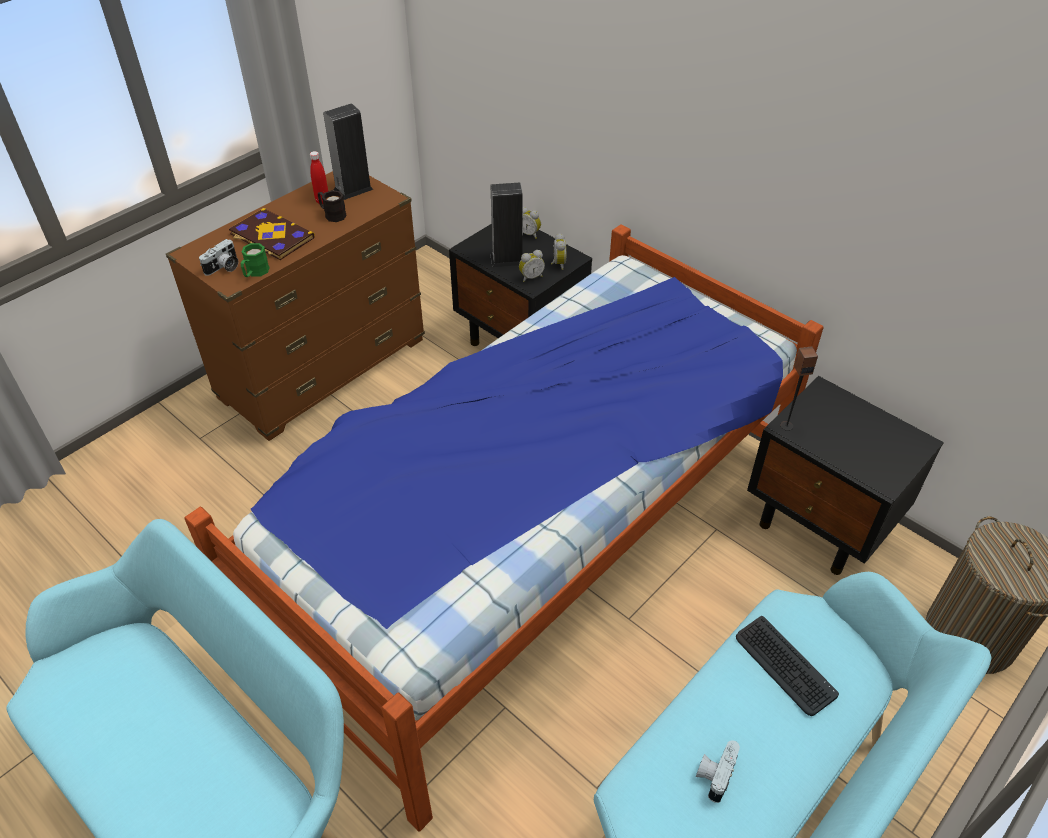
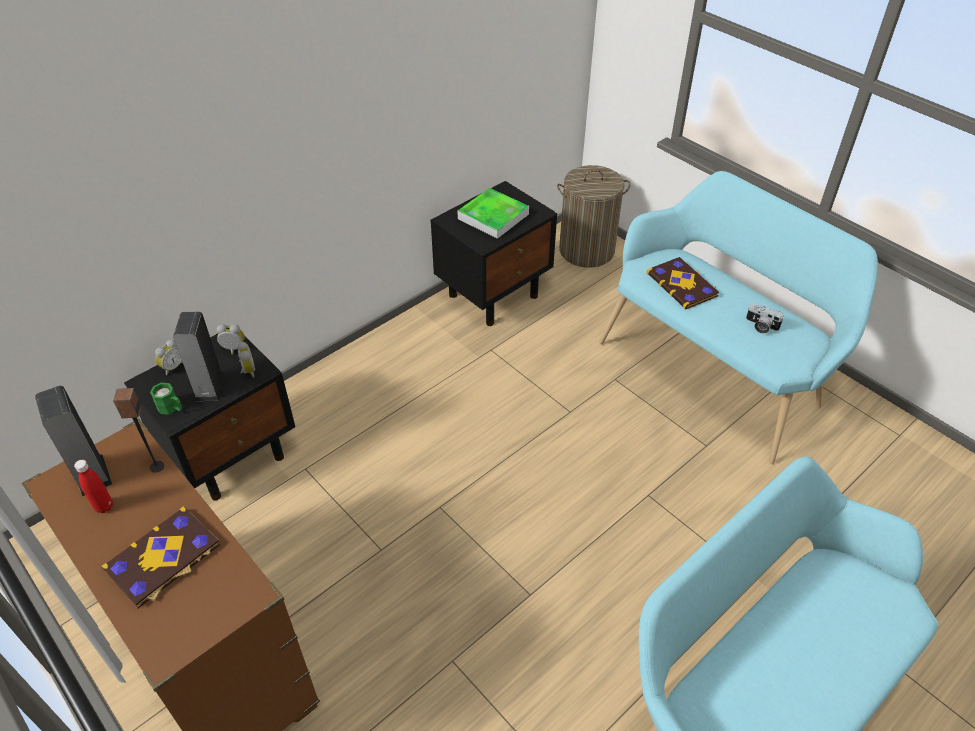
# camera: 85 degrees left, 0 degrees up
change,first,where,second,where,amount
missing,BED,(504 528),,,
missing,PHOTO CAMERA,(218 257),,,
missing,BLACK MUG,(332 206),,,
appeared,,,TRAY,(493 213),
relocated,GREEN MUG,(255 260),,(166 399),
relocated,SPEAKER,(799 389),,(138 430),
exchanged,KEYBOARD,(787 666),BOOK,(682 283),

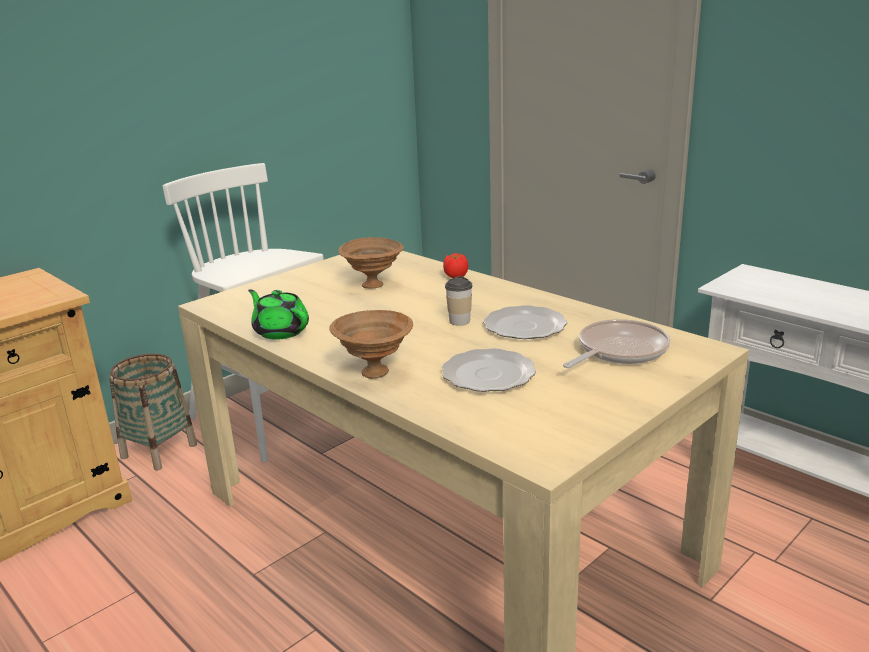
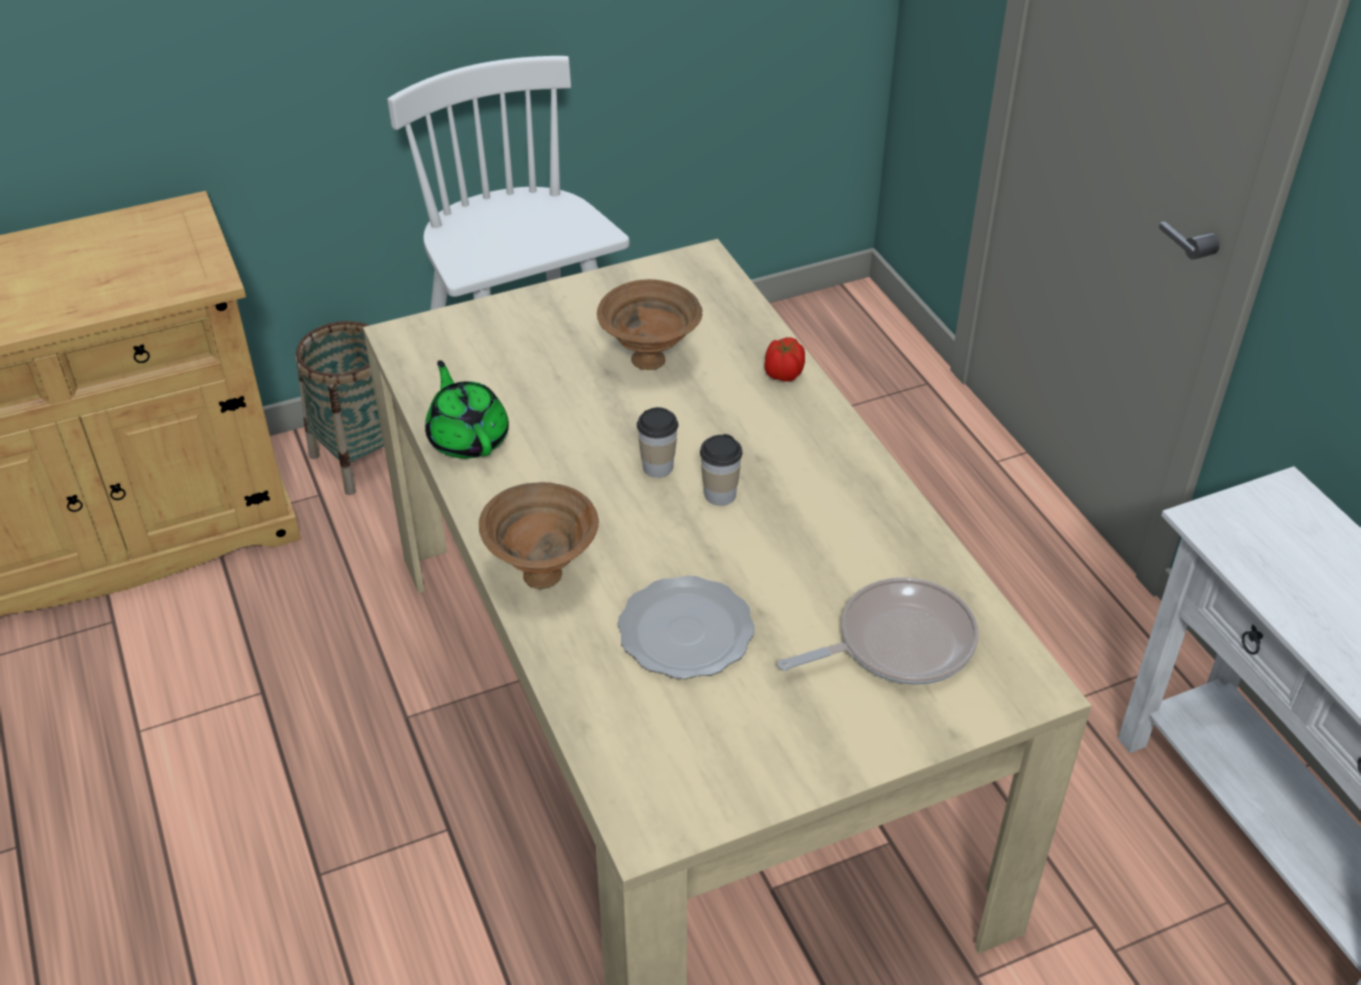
# camera: 20 degrees right, 20 degrees up
change,first,where,second,where,amount
missing,PLATE,(525 322),,,
appeared,,,CUP,(657 442),

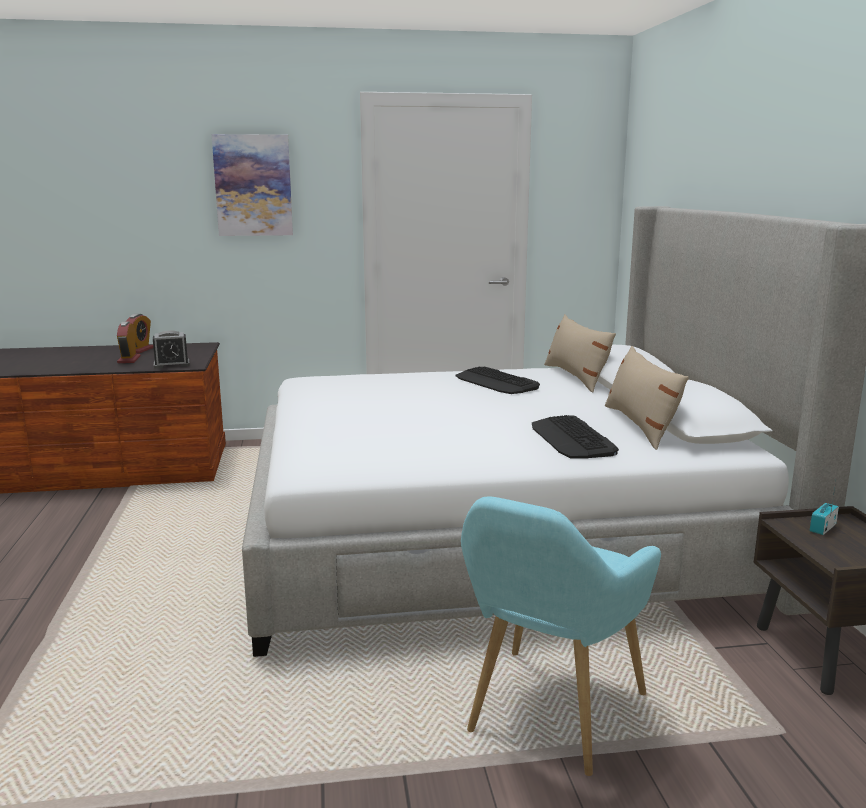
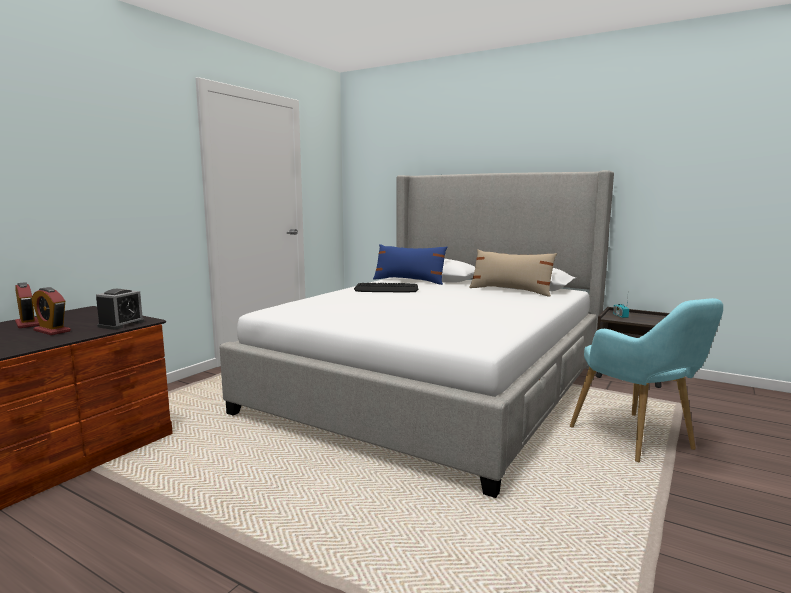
# camera: 50 degrees left, 5 degrees down
change,first,where,second,where,amount
missing,PICTURE,(252 185),,,
missing,KEYBOARD,(575 437),,,
colour,BEIGE PILLOW,(580 353),BLUE PILLOW,(410 264),

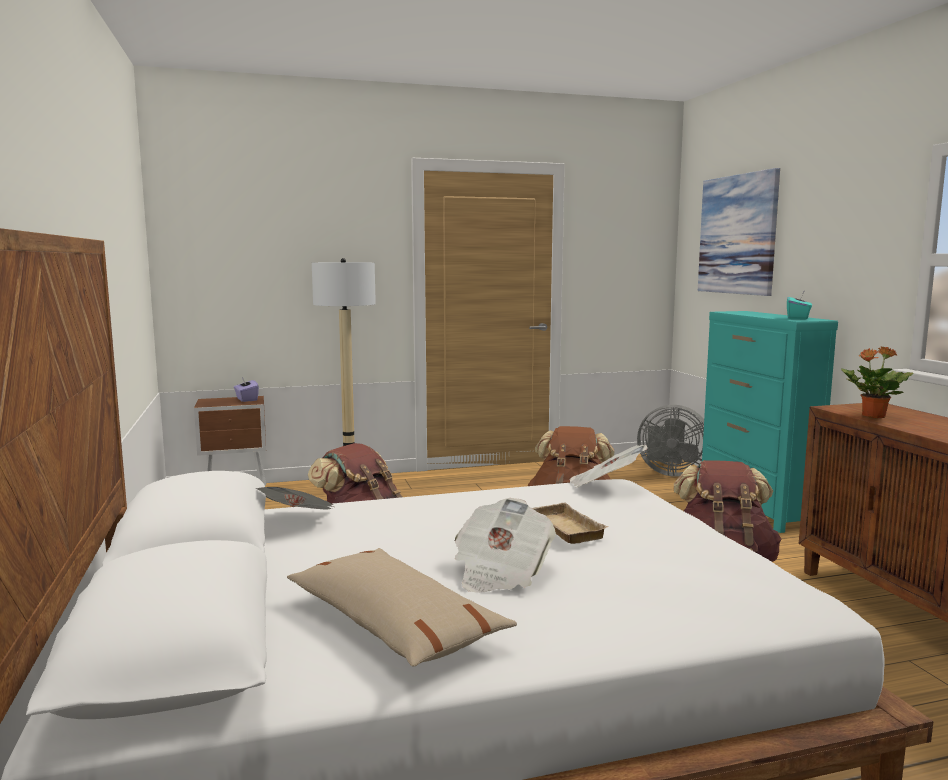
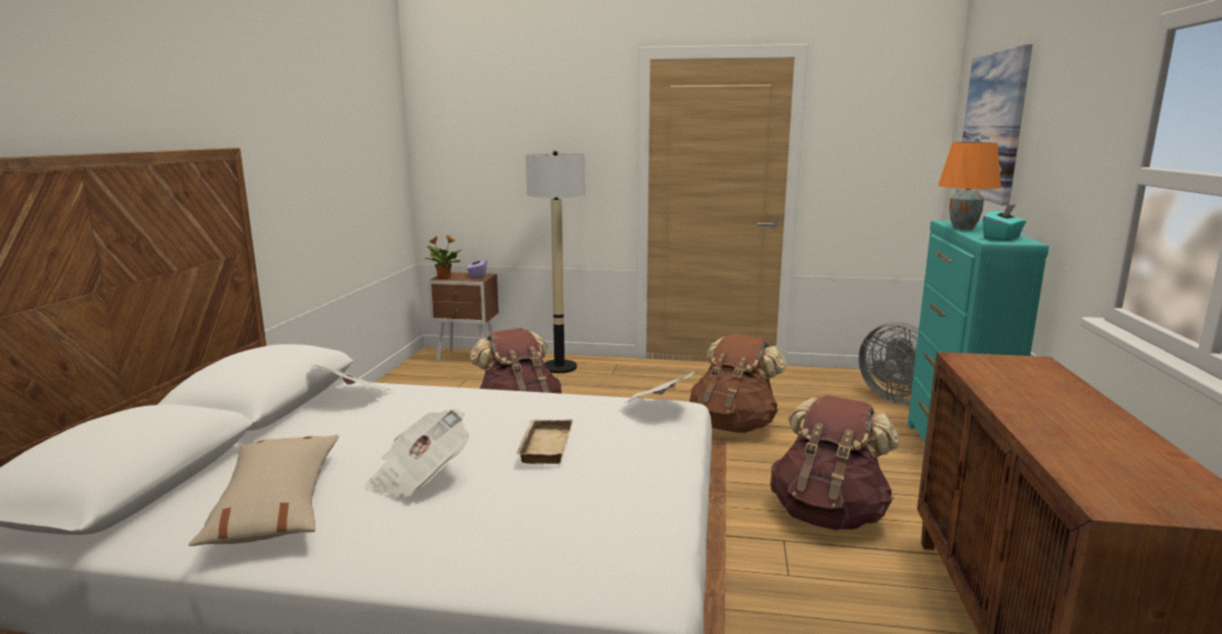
# camera: 25 degrees right, 5 degrees up
change,first,where,second,where,amount
appeared,,,ORANGE TABLE LAMP,(969 186),
relocated,POTTED PLANT,(877 382),,(443 257),

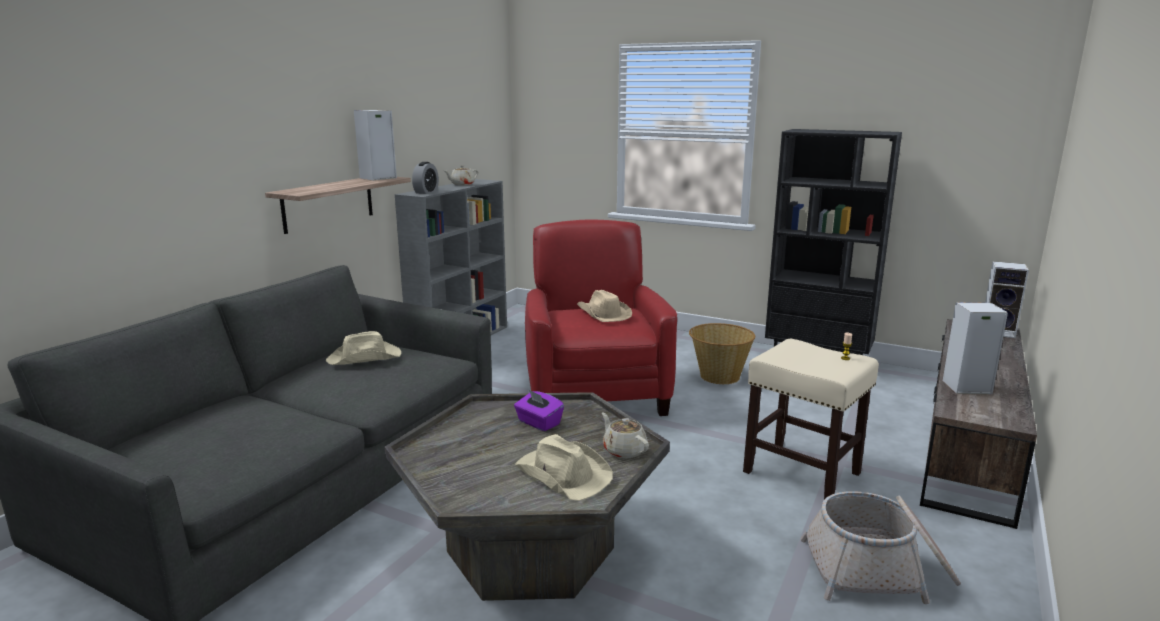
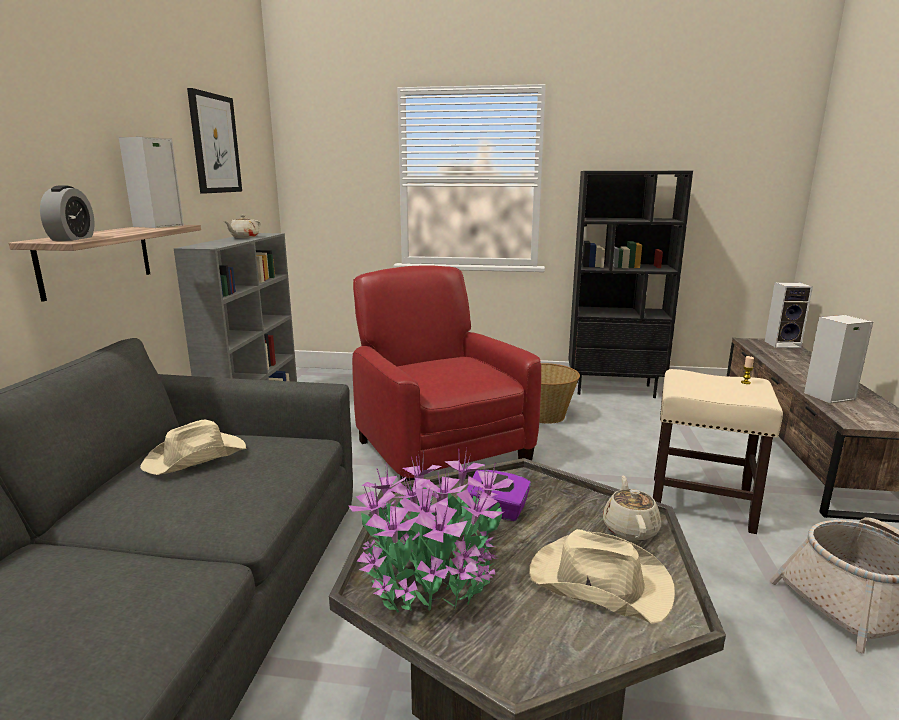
# camera: 20 degrees left, 0 degrees up
change,first,where,second,where,amount
missing,BEIGE HAT,(604 306),,,
appeared,,,PICTURE,(214 141),
appeared,,,POTTED PLANT,(430 530),
relocated,ALARM CLOCK,(425 178),,(67 213),
spun,BEIGE TEAPOT,(625 435),,(632 508),60 degrees clockwise

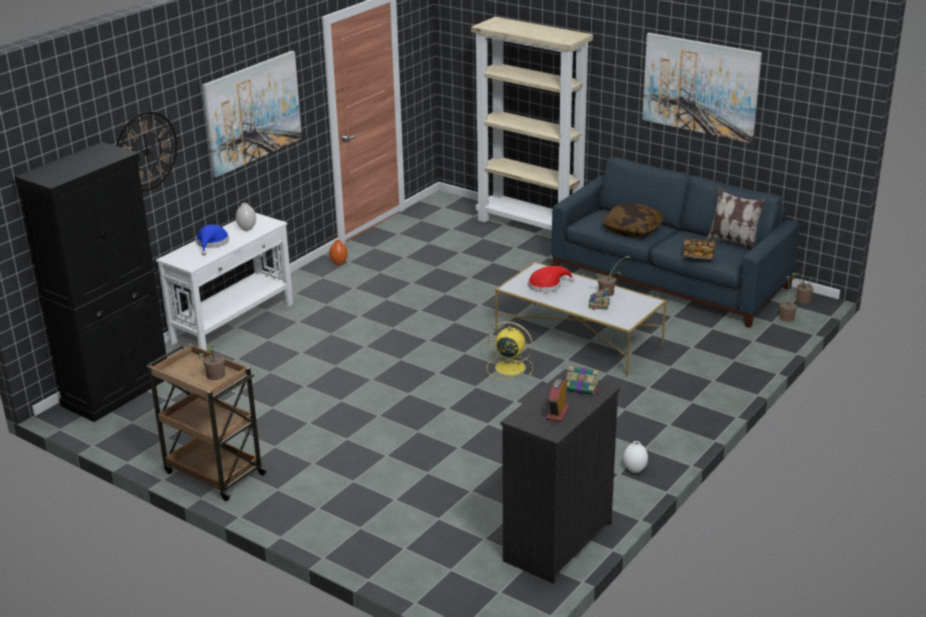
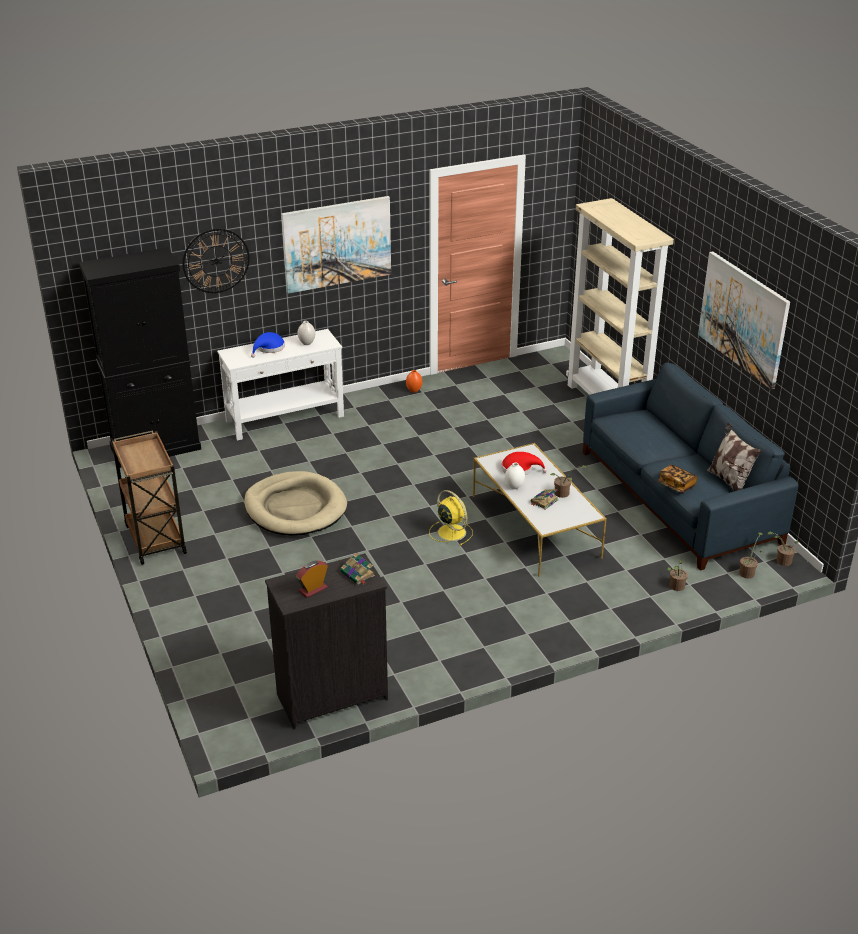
# camera: 30 degrees right, 5 degrees up
change,first,where,second,where,amount
missing,PILLOW,(633 220),,,
appeared,,,BEIGE DOG BED,(295 503),
relocated,POTTED PLANT,(212 362),,(677 576),
relocated,WHITE VASE,(635 457),,(515 476),

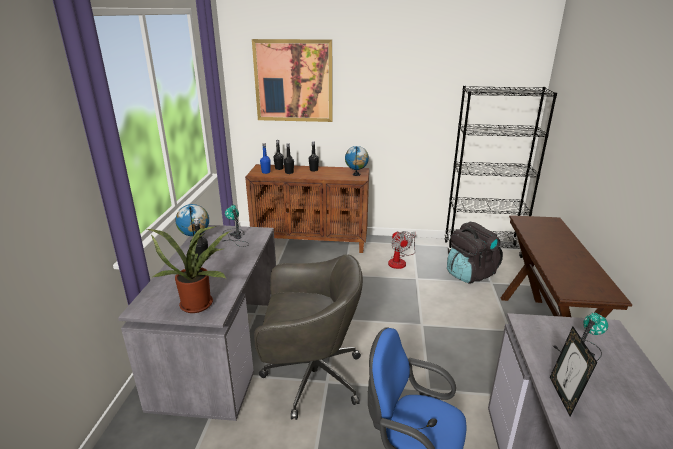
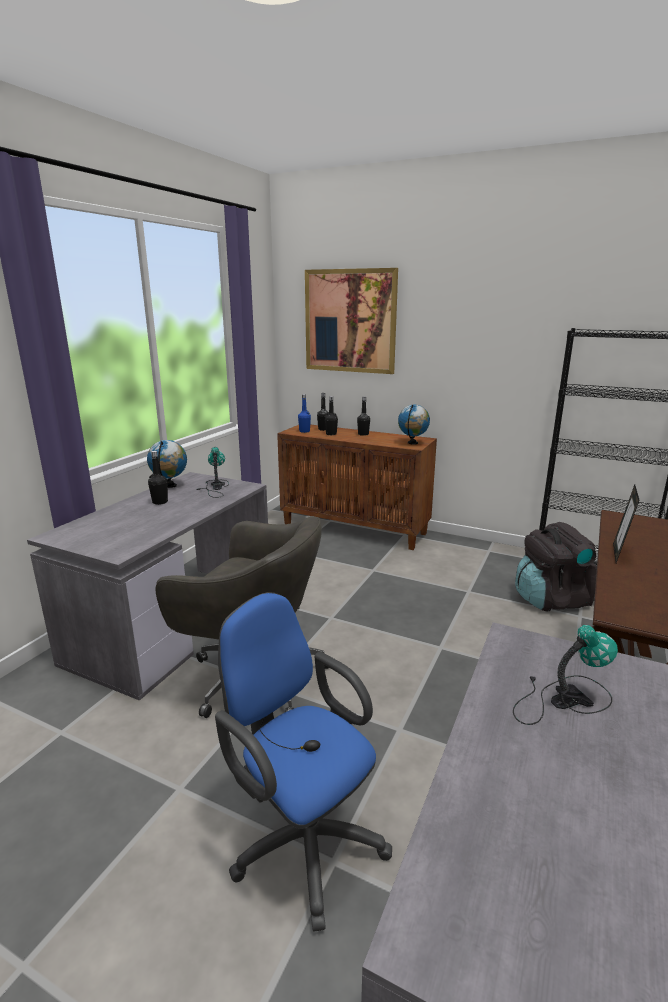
# camera: 20 degrees right, 5 degrees down
change,first,where,second,where,amount
missing,POTTED PLANT,(188 269),,,
missing,FAN,(402 250),,,
relocated,PICTURE FRAME,(573 371),,(626 523),

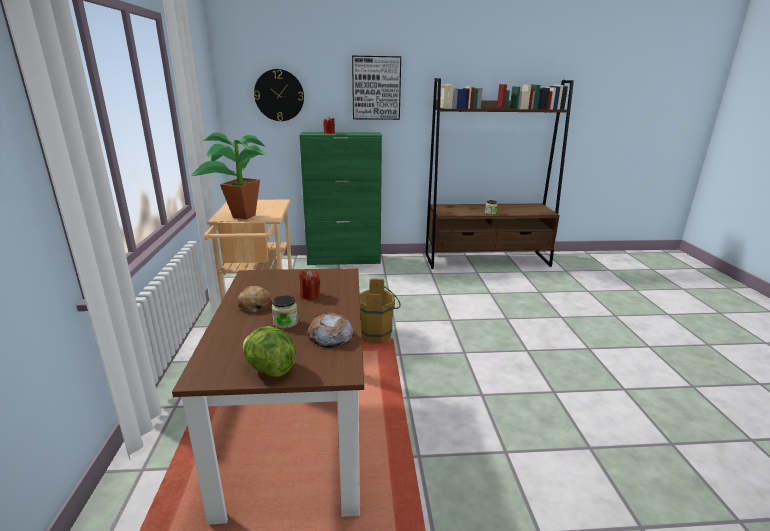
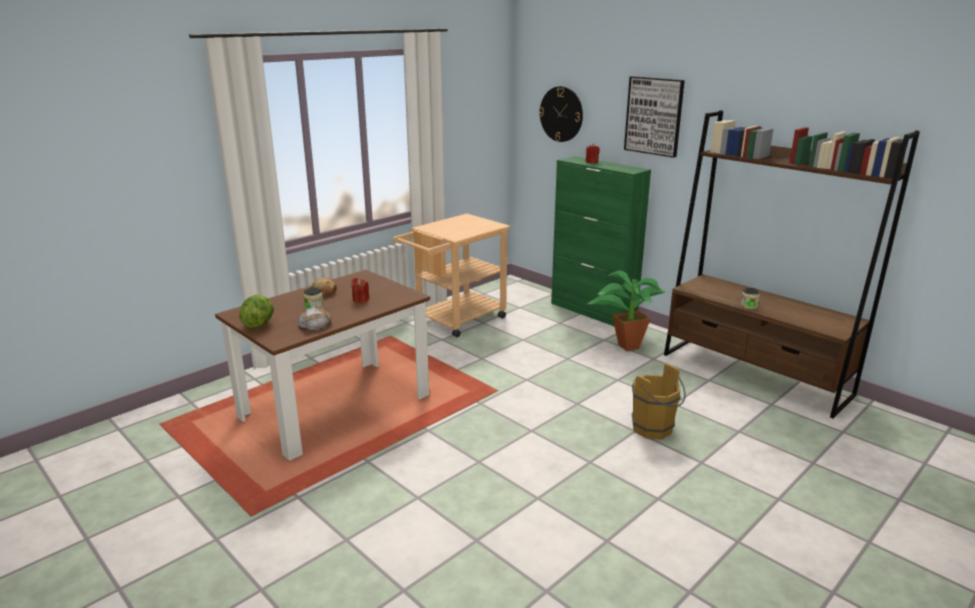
# camera: 50 degrees right, 0 degrees up
change,first,where,second,where,amount
relocated,POTTED PLANT,(228 176),,(626 310),
relocated,BROWN BUCKET,(380 310),,(659 401),

